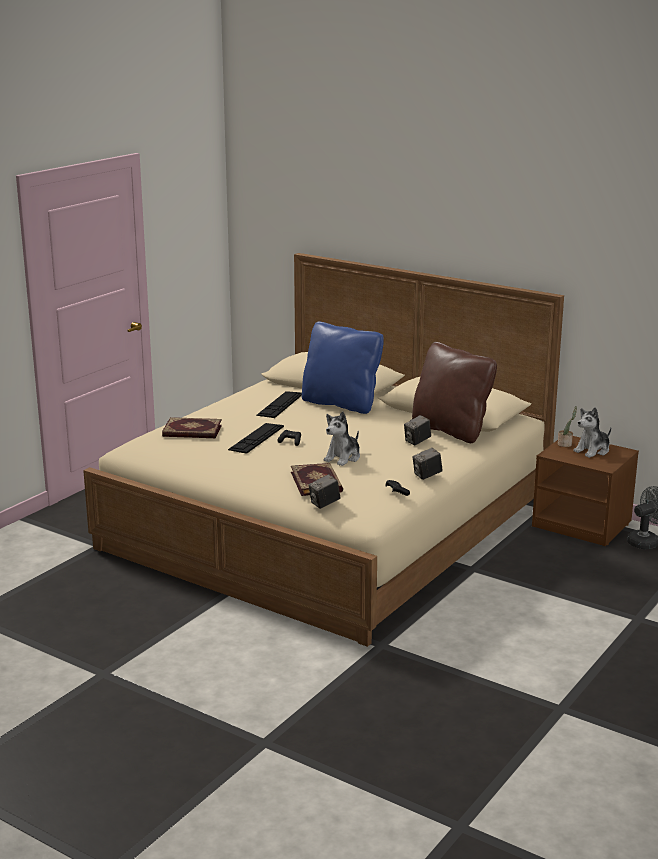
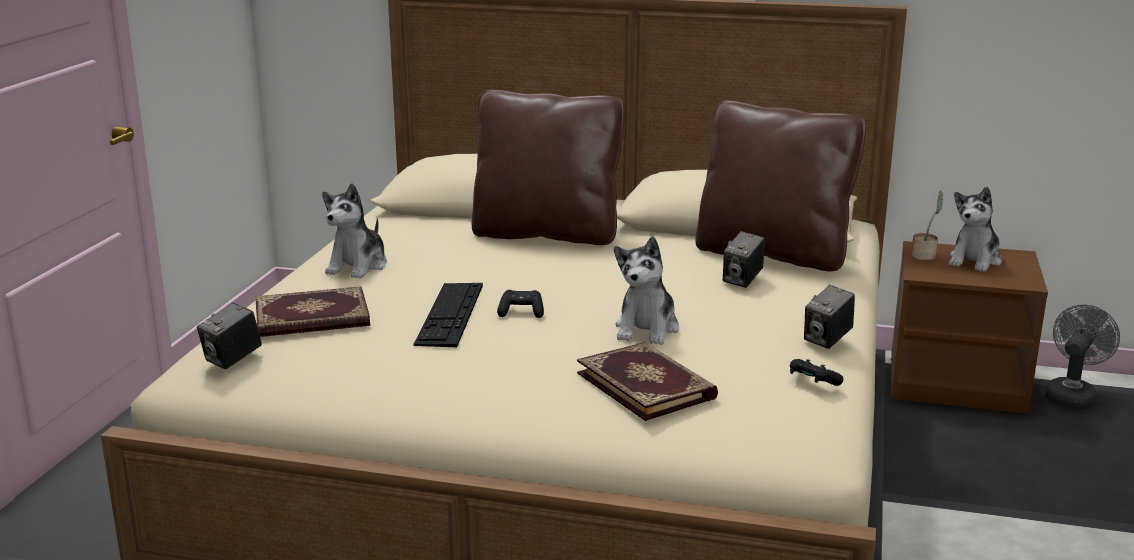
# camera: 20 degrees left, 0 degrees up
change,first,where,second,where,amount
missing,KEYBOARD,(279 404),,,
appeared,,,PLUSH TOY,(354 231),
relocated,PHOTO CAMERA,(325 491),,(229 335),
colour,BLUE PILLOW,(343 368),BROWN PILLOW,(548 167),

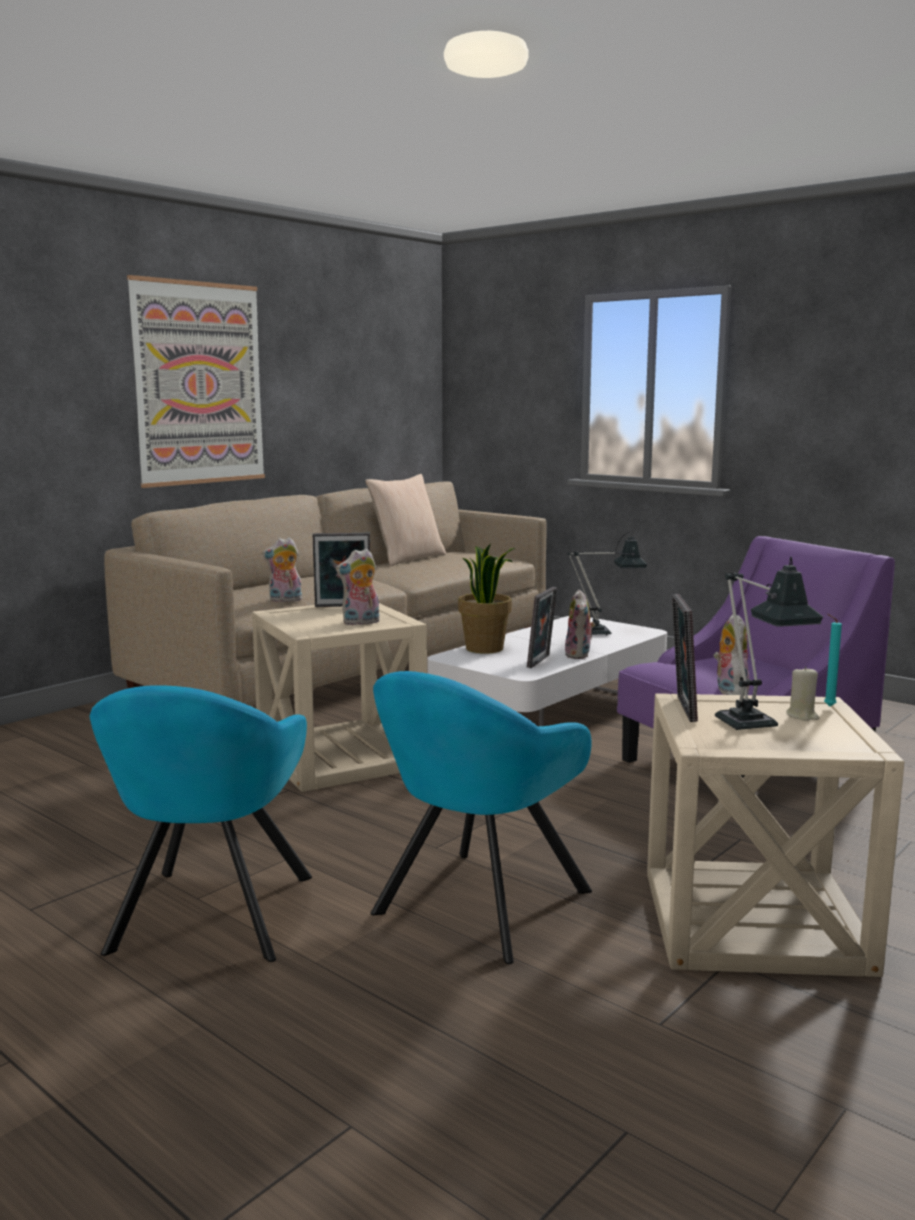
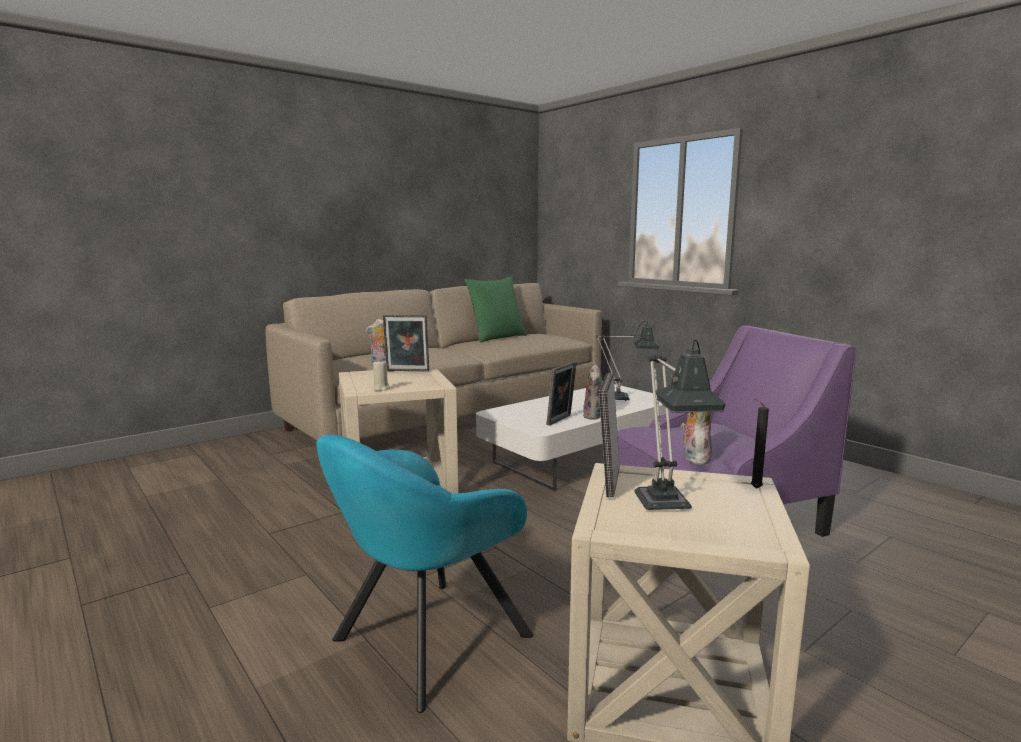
# camera: 10 degrees right, 0 degrees up
change,first,where,second,where,amount
missing,TURQUOISE ARMCHAIR,(201 823),,,
missing,PICTURE,(196 381),,,
missing,PLUSH TOY,(358 587),,,
missing,POTTED PLANT,(486 598),,,
relocated,BEIGE CANDLE,(802 693),,(381 376),
colour,BEIGE PILLOW,(405 520),GREEN PILLOW,(496 309),
colour,TURQUOISE CANDLE,(833 660),BLACK CANDLE,(760 443),

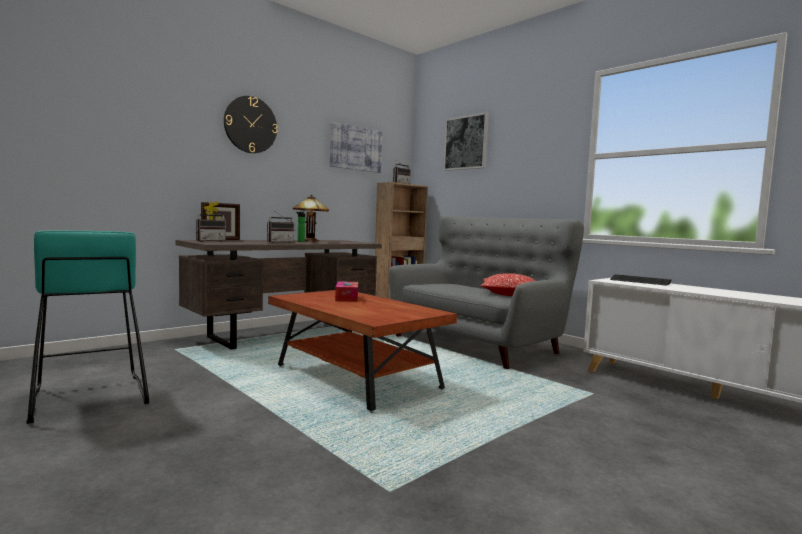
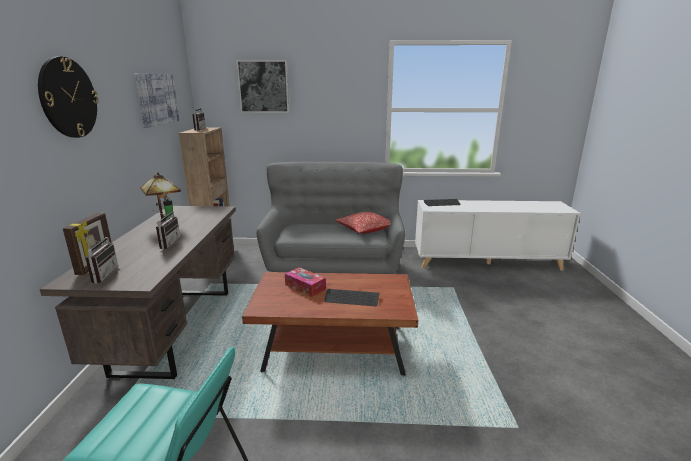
# camera: 45 degrees left, 15 degrees up
change,first,where,second,where,amount
appeared,,,KEYBOARD,(352 297),

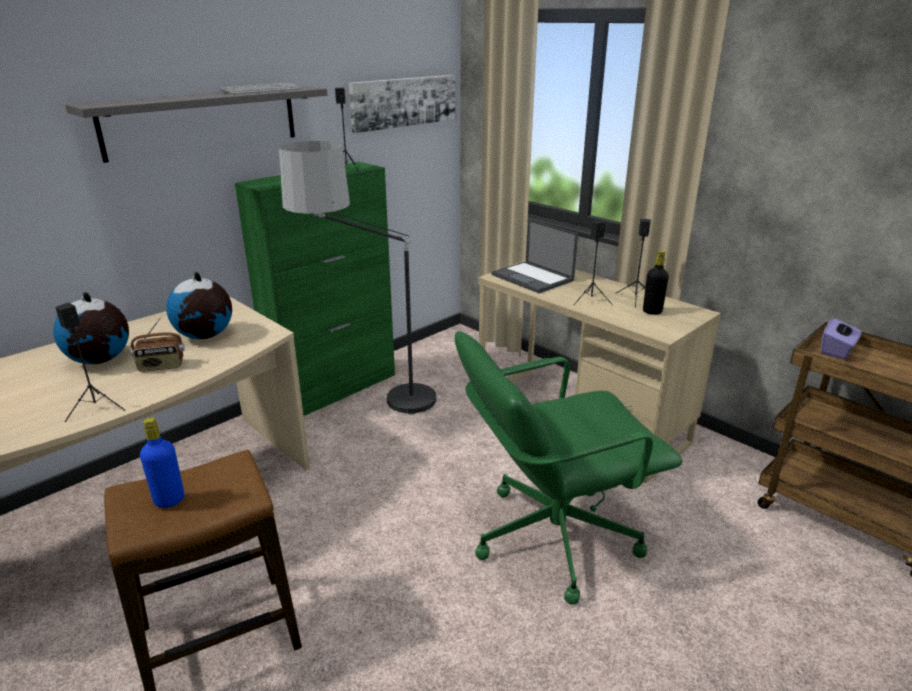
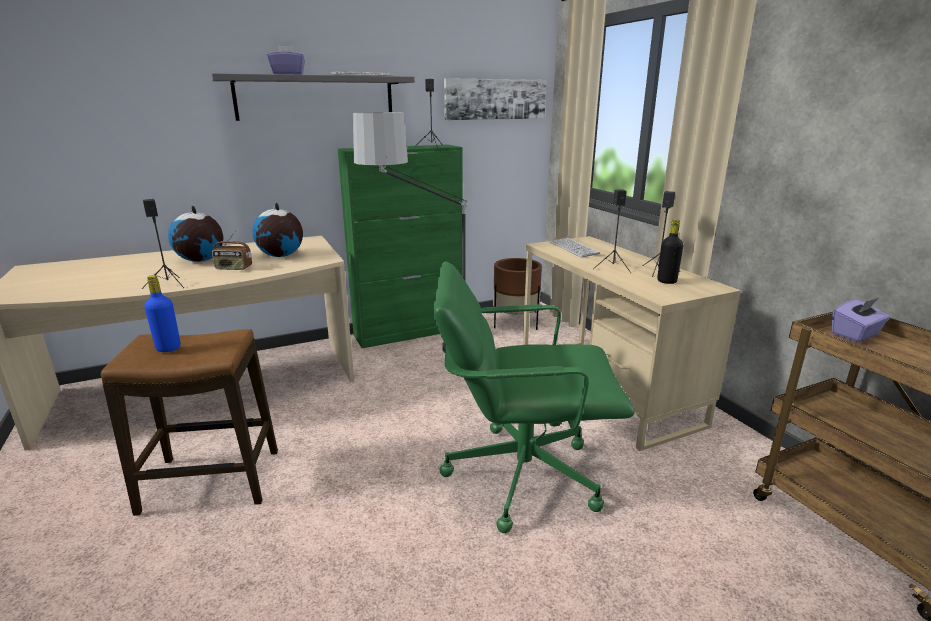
# camera: 20 degrees right, 5 degrees down
change,first,where,second,where,amount
appeared,,,PURPLE TISSUE BOX,(286 60),
appeared,,,BROWN PLANTER,(517 294),
exchanged,LAPTOP,(534 256),KEYBOARD,(575 248),

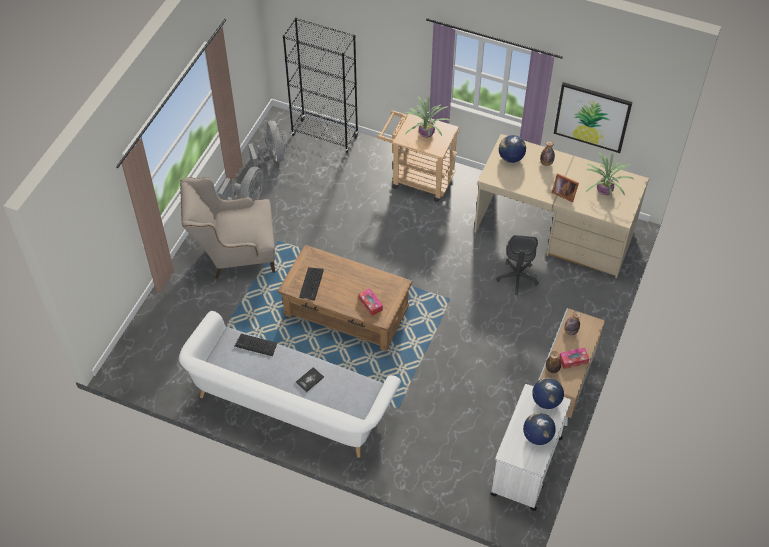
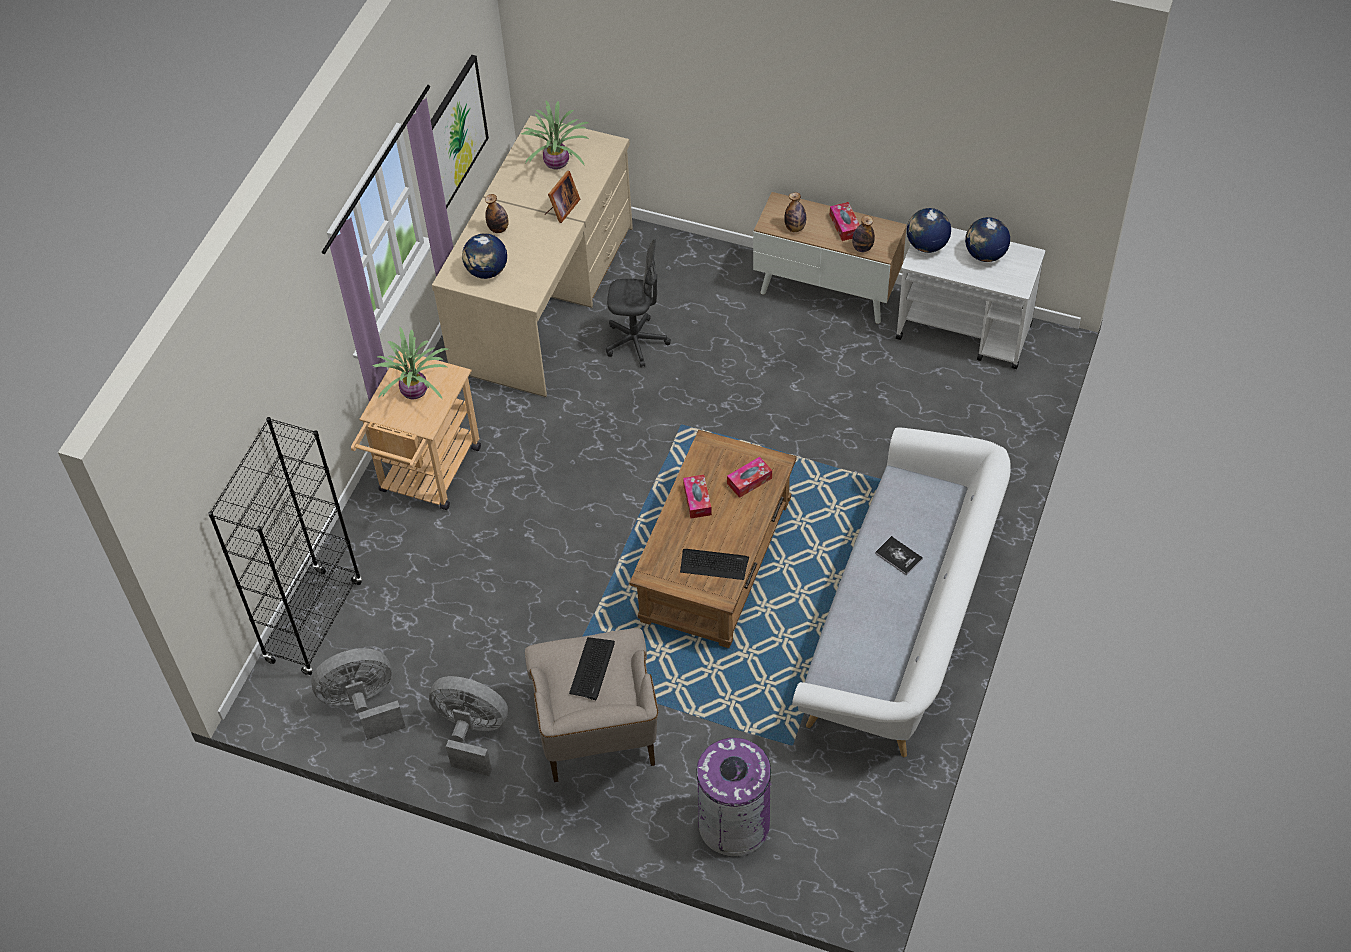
# camera: 90 degrees left, 0 degrees up
change,first,where,second,where,amount
appeared,,,TISSUE BOX,(697 497),
appeared,,,PURPLE TRASH CAN,(733 797),
relocated,KEYBOARD,(256 345),,(592 668),

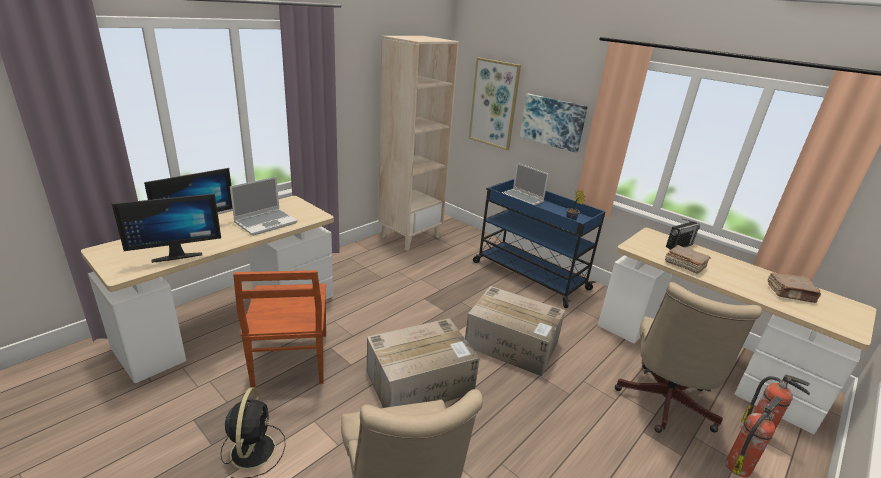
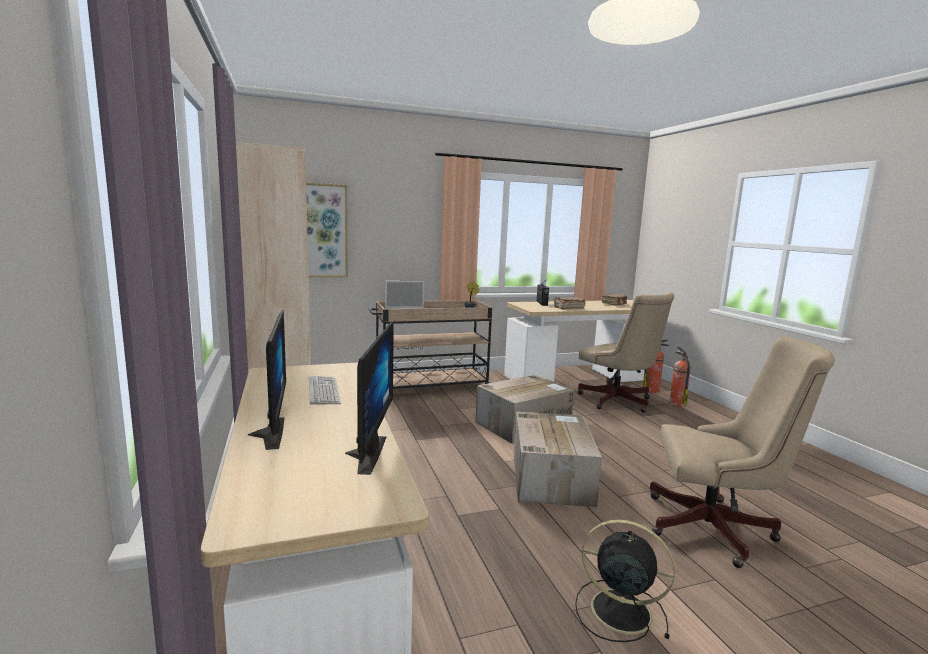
# camera: 60 degrees left, 15 degrees down
change,first,where,second,where,amount
missing,BROWN CHAIR,(279 328),,,
missing,PICTURE,(554 123),,,
exchanged,LAPTOP,(264 206),KEYBOARD,(325 390),
colour,BLUE CART,(539 243),BEIGE CART,(430 344),

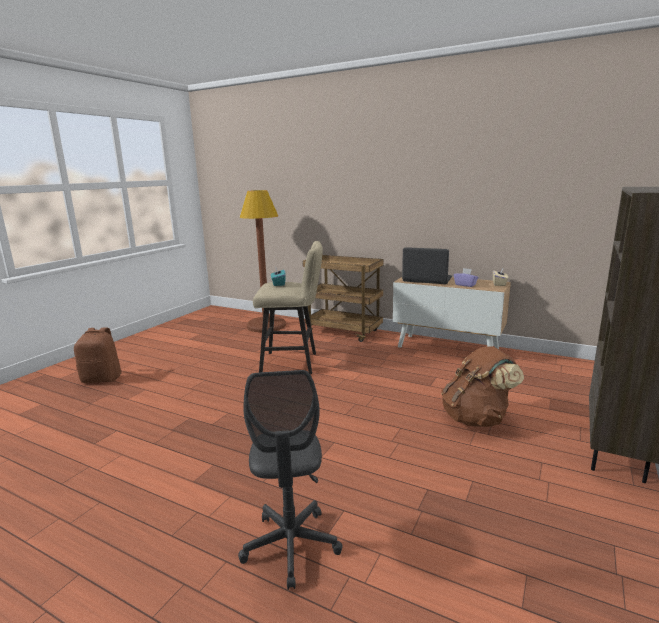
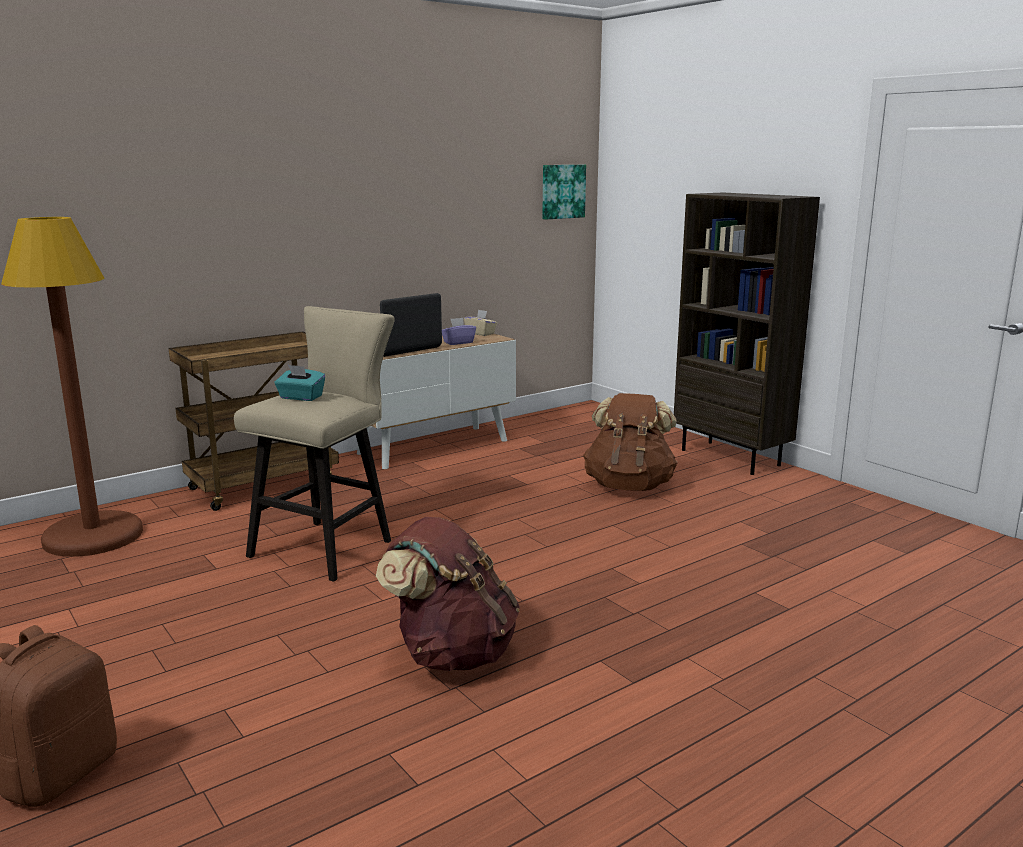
# camera: 65 degrees left, 0 degrees up
change,first,where,second,where,amount
missing,GREY OFFICE CHAIR,(290 480),,,
appeared,,,BROWN BACKPACK,(448 594),
appeared,,,PICTURE,(564 192),

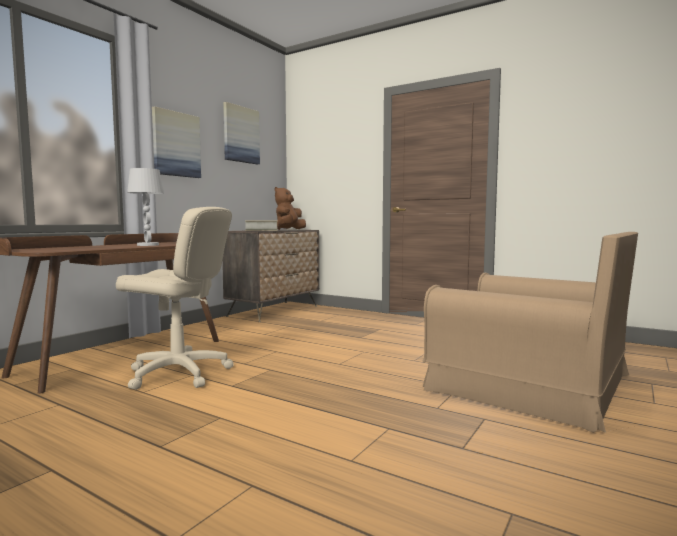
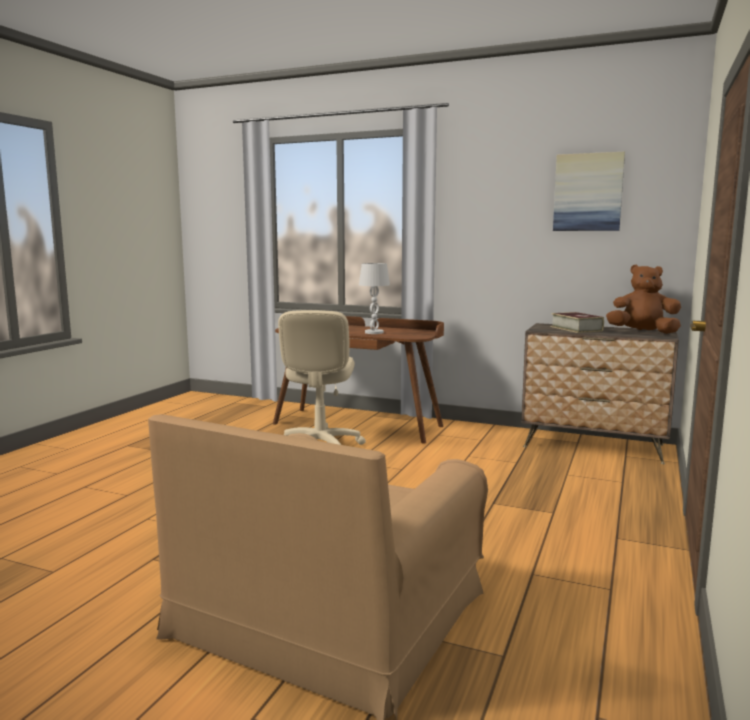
# camera: 80 degrees right, 5 degrees up
change,first,where,second,where,amount
missing,PICTURE,(176 142),,,

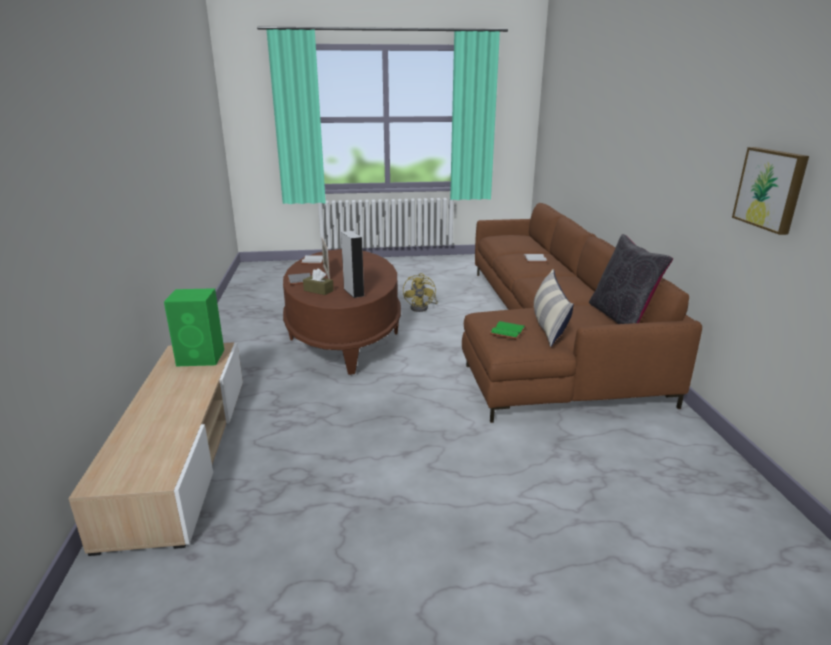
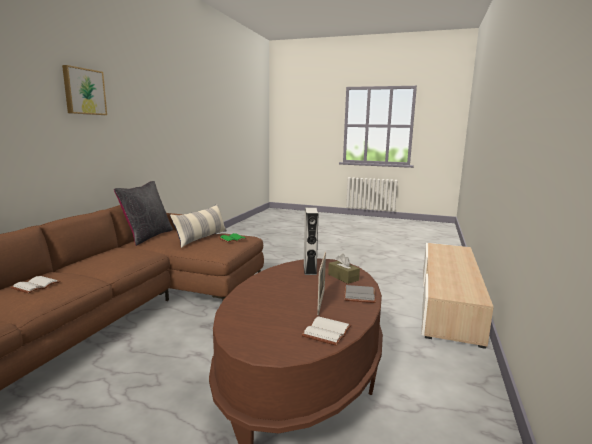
# camera: 155 degrees left, 10 degrees down
change,first,where,second,where,amount
missing,GREEN SPEAKER,(194 327),,,
missing,YELLOW FAN,(420 292),,,
relocated,PICTURE,(770 191),,(84 90),

